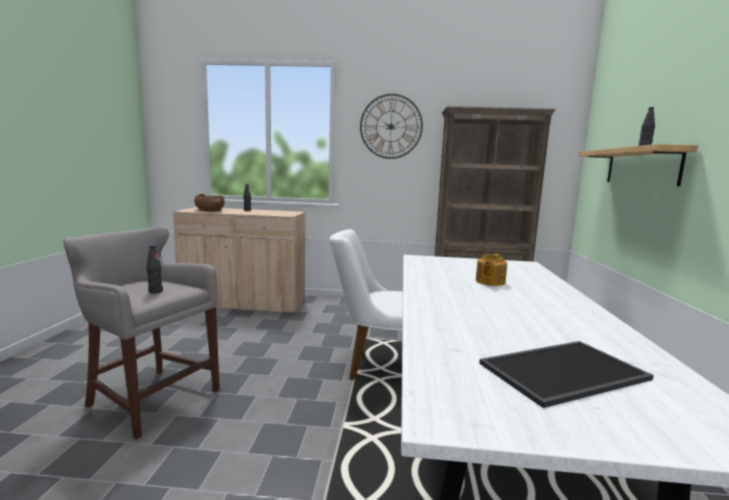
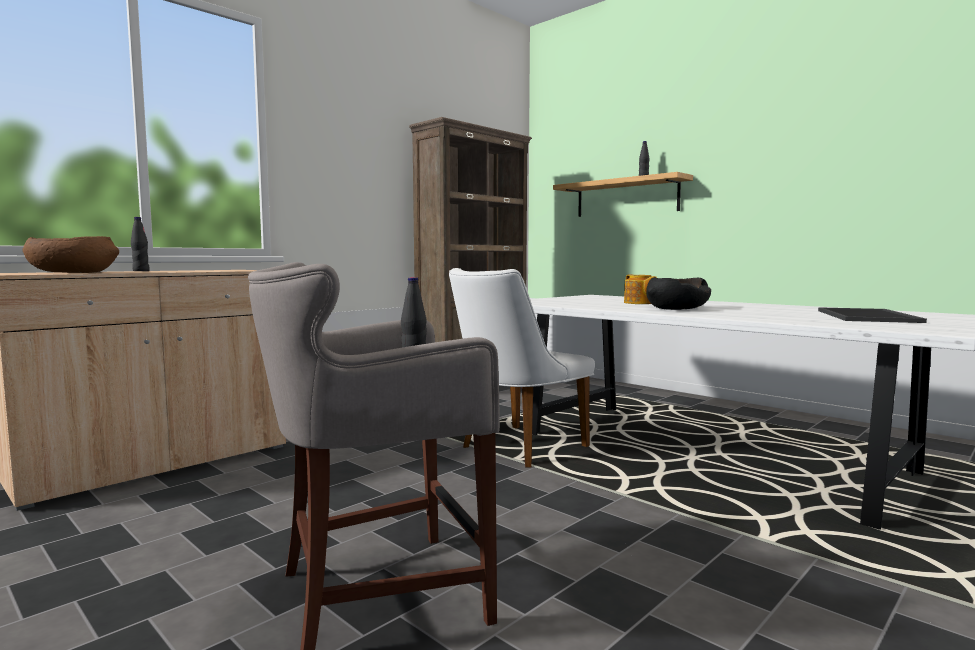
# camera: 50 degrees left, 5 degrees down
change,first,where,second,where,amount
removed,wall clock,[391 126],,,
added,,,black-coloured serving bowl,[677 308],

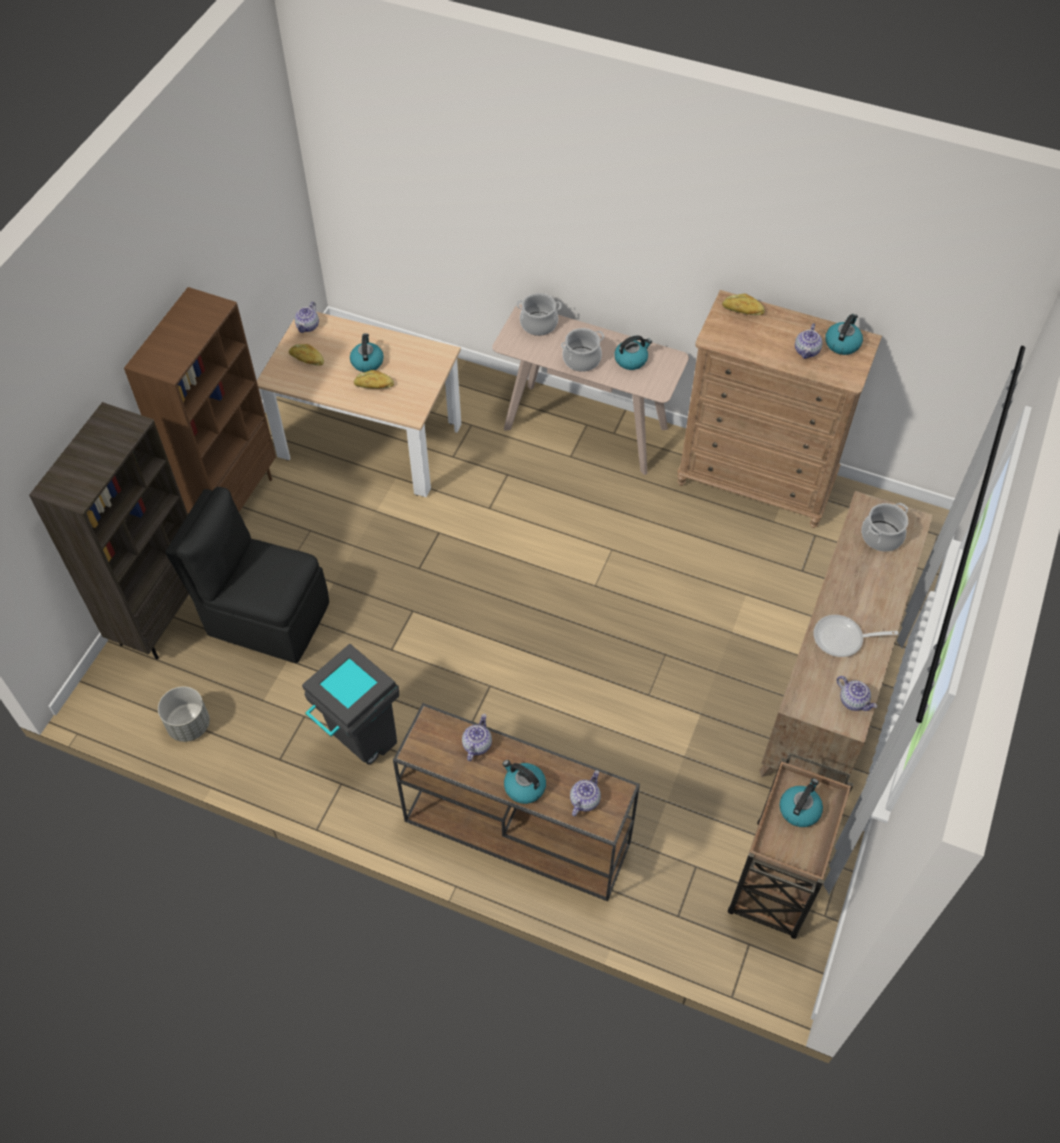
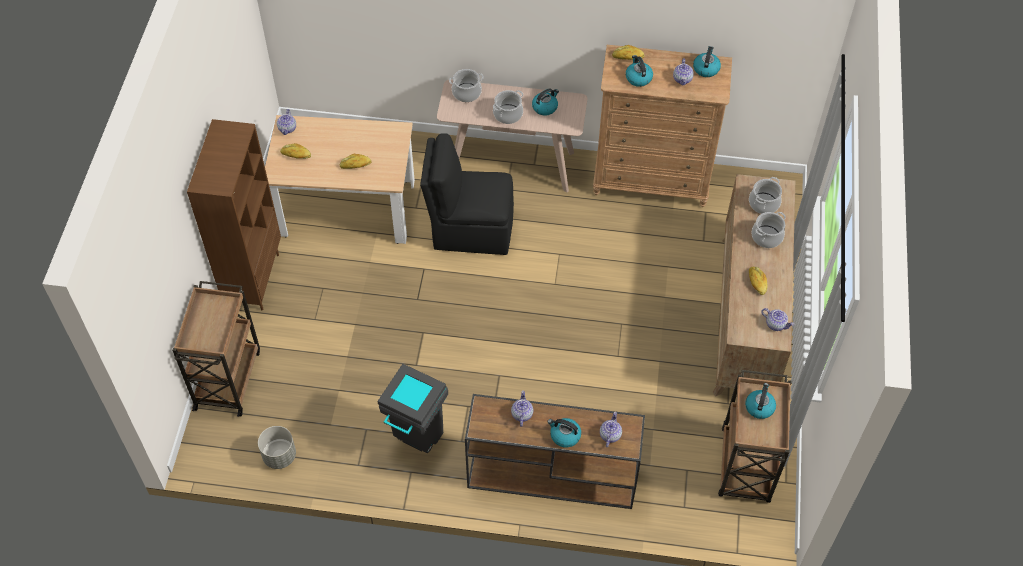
# camera: 15 degrees left, 0 degrees up
change,first,where,second,where,amount
added,,,cooking pot,[766 237],
moved,black-coloured upright chair,[265 617],,[470 229],
moved,water kettle,[367 362],,[638 78],
replaced,brownish bookcase,[161 615],brownish wheeled cart,[228 378],
replaced,pan,[842 639],bakery bread,[756 283],

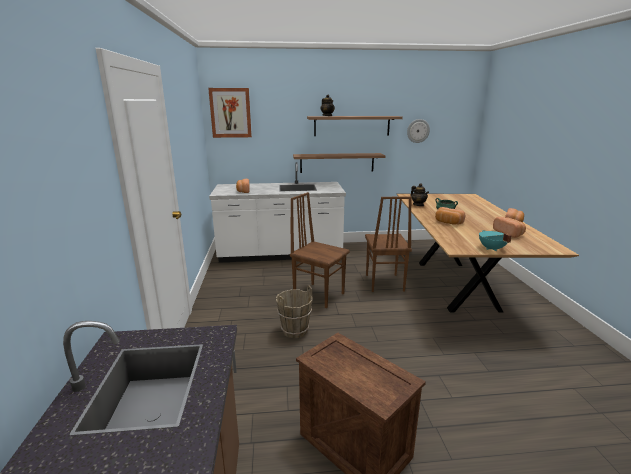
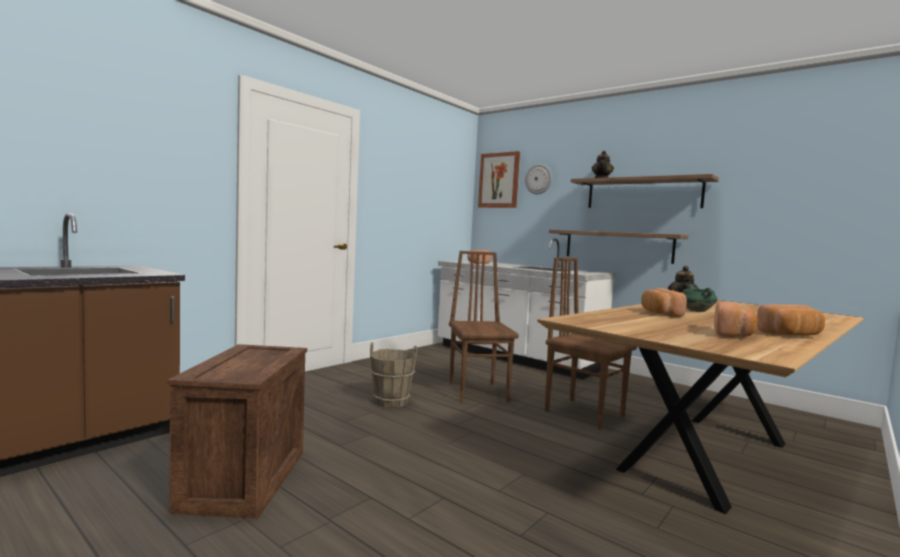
# camera: 45 degrees right, 15 degrees down
change,first,where,second,where,amount
removed,turquoise-coloured cooking pot,[491 249],,,
moved,wall clock,[418 131],,[538 179],
turned,brownish upright chair,[383 283],,[584 413],90 degrees clockwise

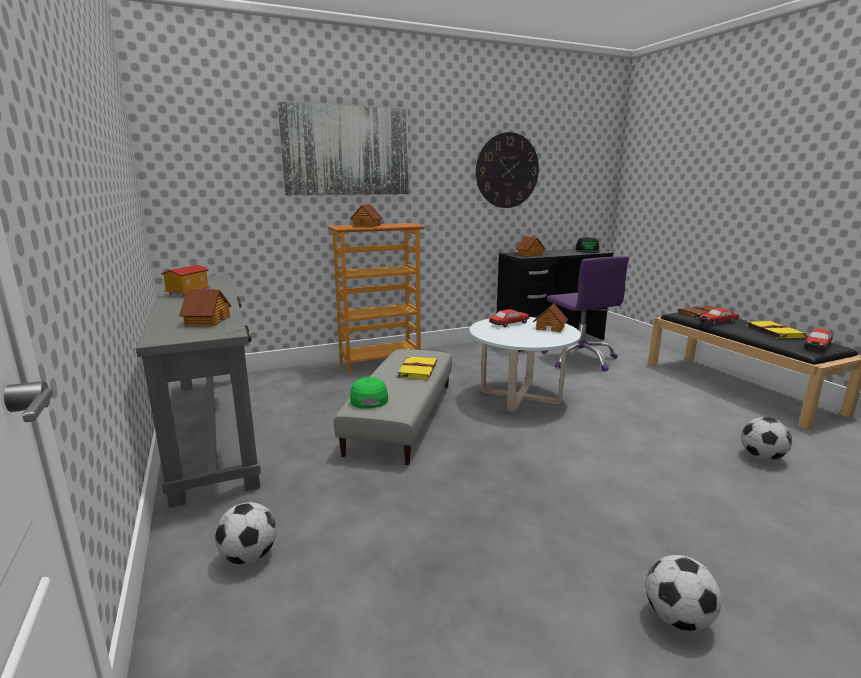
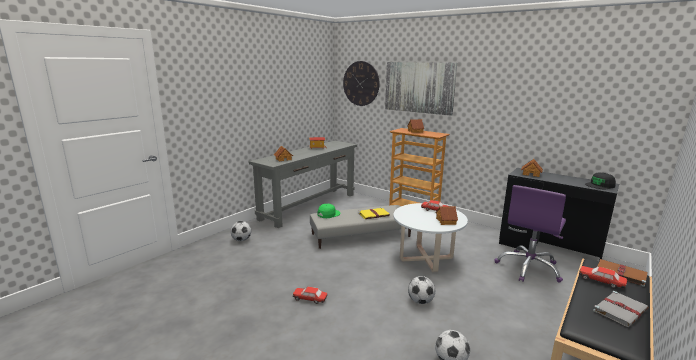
# camera: 60 degrees right, 0 degrees up
change,first,where,second,where,amount
moved,wall clock,[507 170],,[361 83],
moved,ball for football,[677 618],,[420 301],
moved,toy car,[817 345],,[310 299],
recoloured,yellow book,[773 331],grey book,[620 310],

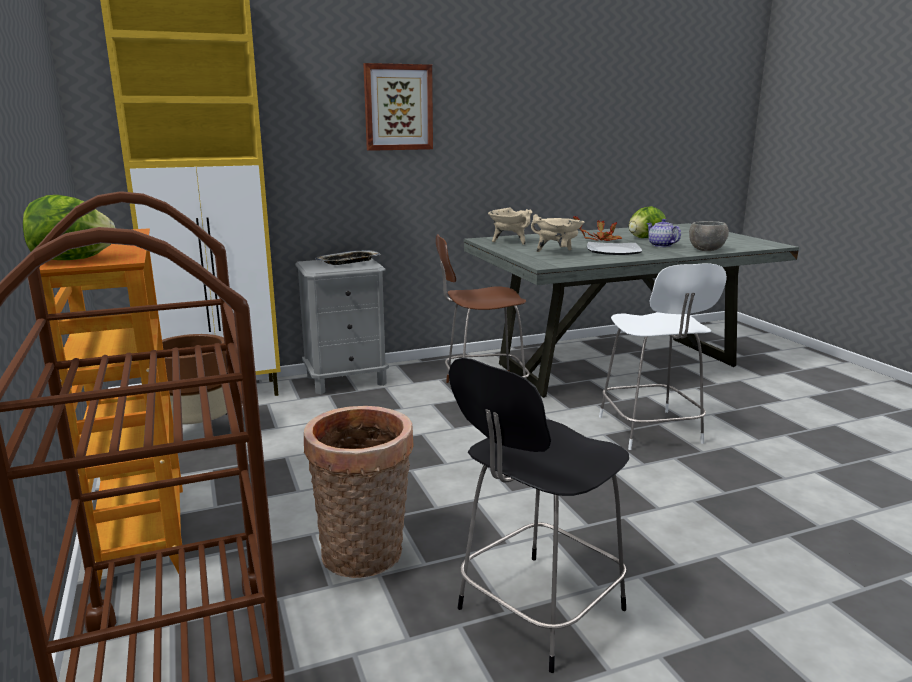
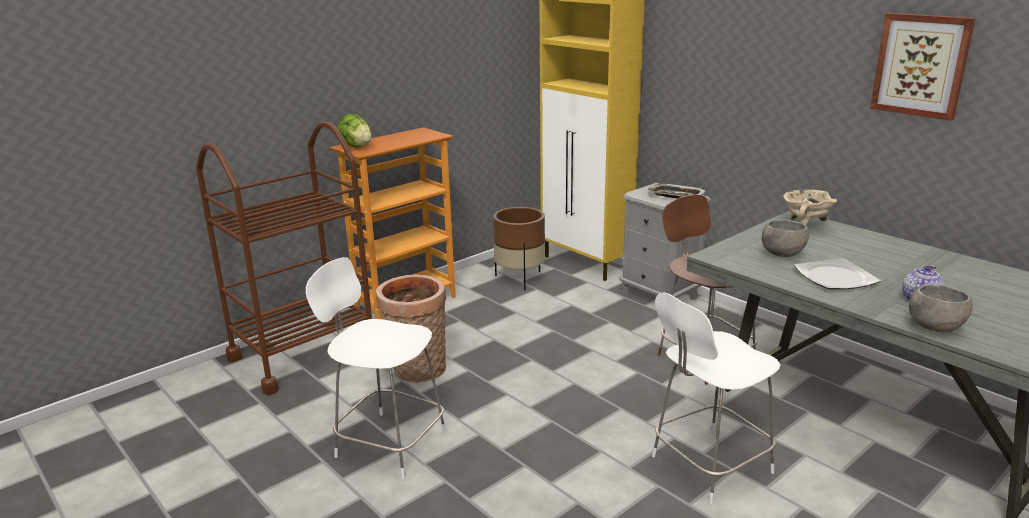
# camera: 70 degrees right, 5 degrees up
change,first,where,second,where,amount
removed,plant in a pot,[599 240],,,
removed,lettuce head,[644 238],,,
moved,wall picture,[398 107],,[921 65],
replaced,beige-coloured cooking pot,[557 252],grey serving bowl,[781 254],
recoloured,black-coloured upright chair,[537 612],white upright chair,[388 443],

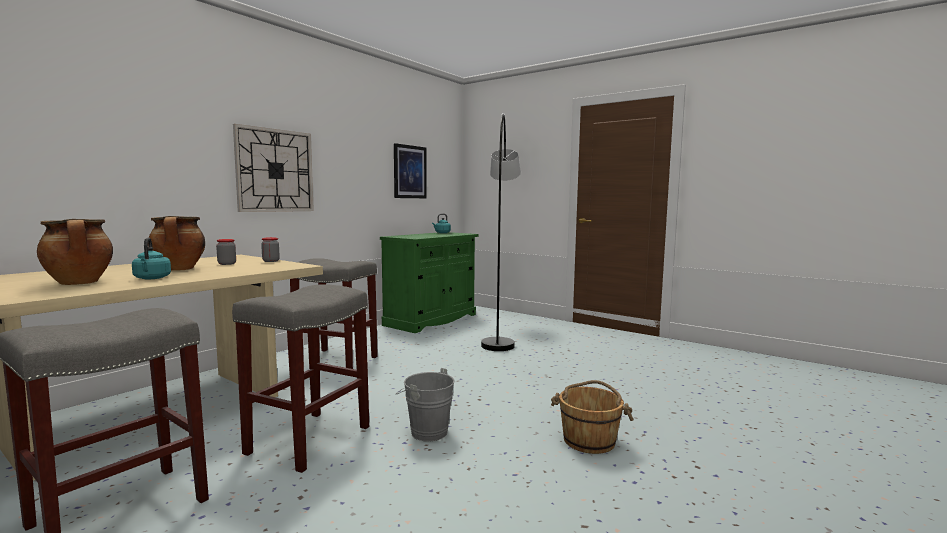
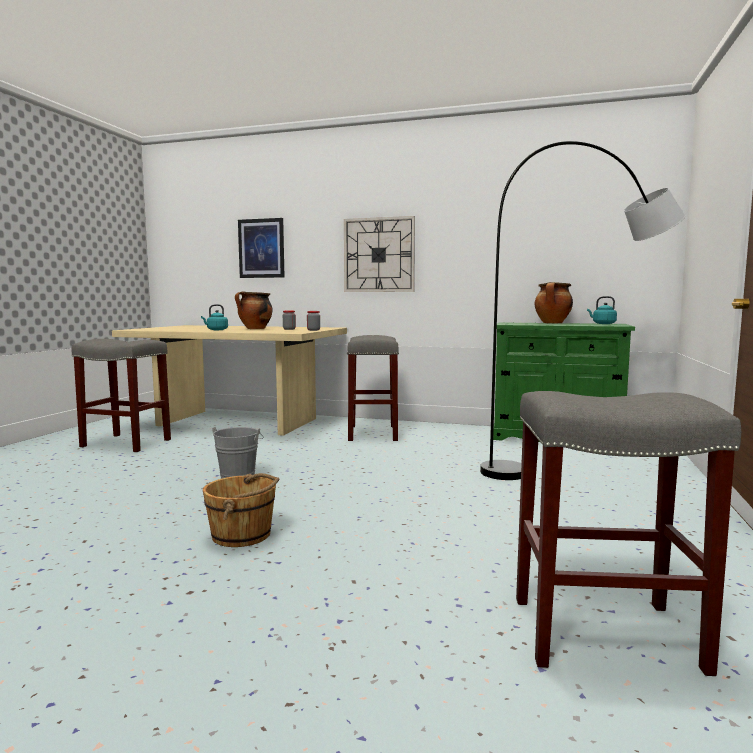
# camera: 70 degrees right, 0 degrees up
change,first,where,second,where,amount
moved,cooking pot,[80 283],,[552 323],
moved,grey stool,[309 440],,[602 634],
moved,wall picture,[409 172],,[261 248],

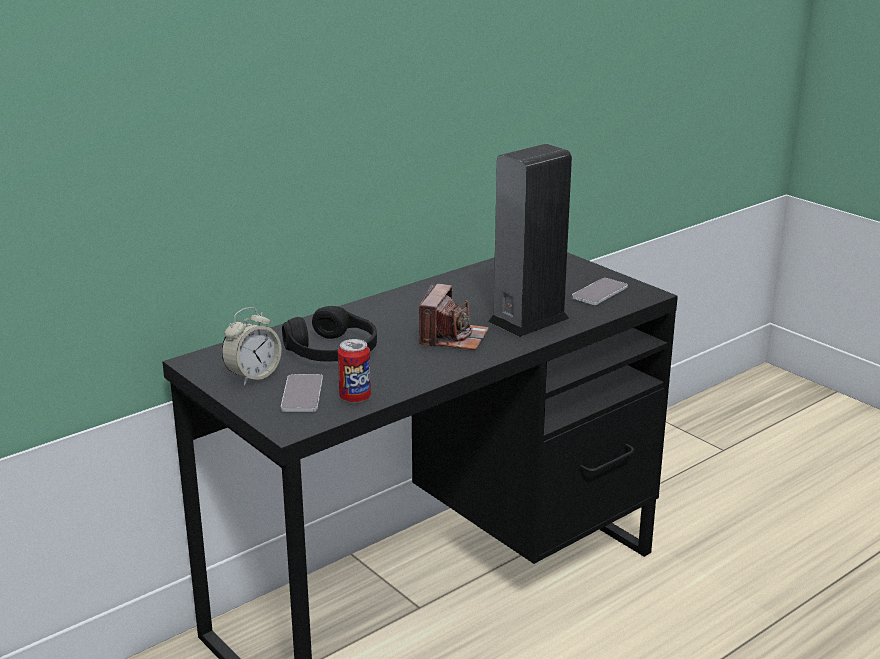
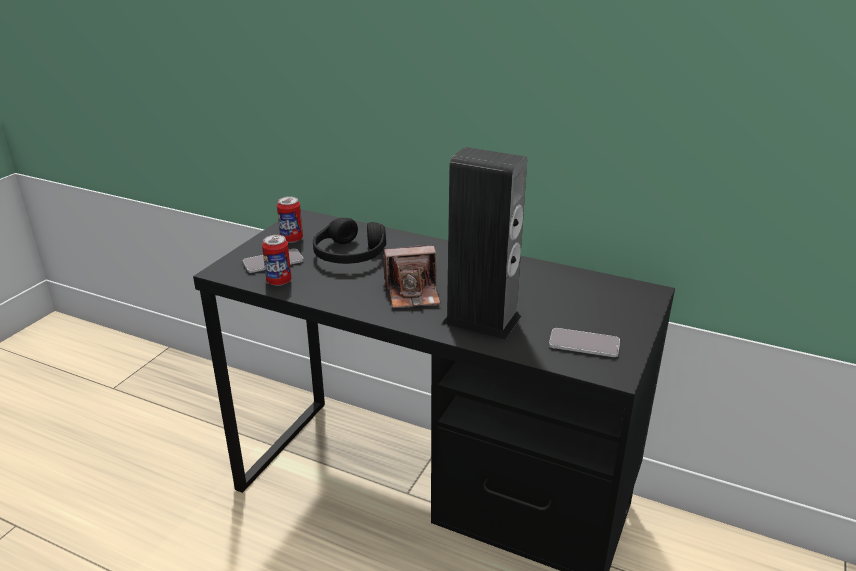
# camera: 65 degrees right, 5 degrees up
change,first,where,second,where,amount
replaced,table clock,[253 376],metal can,[291 239],

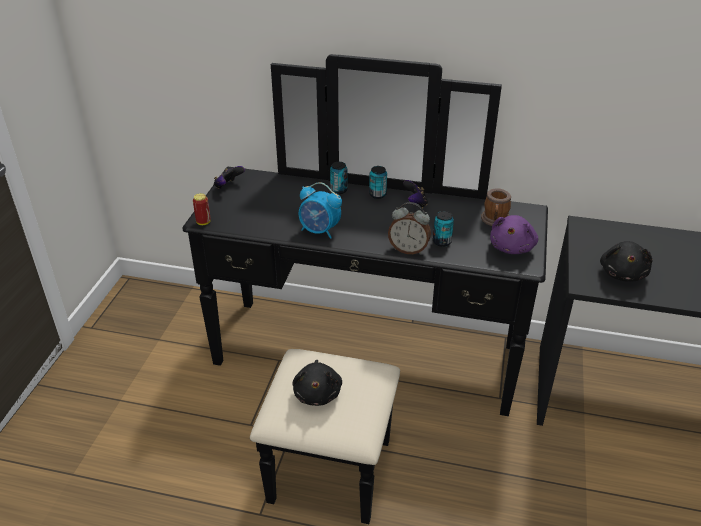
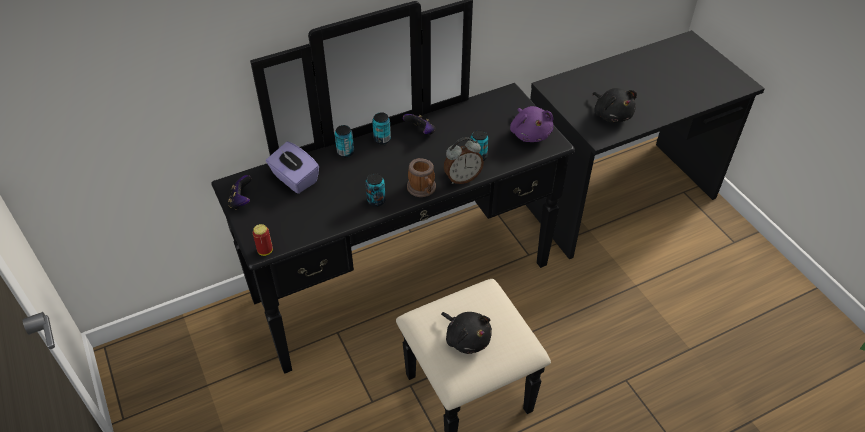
# camera: 40 degrees left, 10 degrees up
change,first,where,second,where,amount
added,,,purple-coloured tissue box,[294 179],
moved,tea mug,[495 221],,[423 189],
replaced,table clock,[320 231],metal can,[376 201],

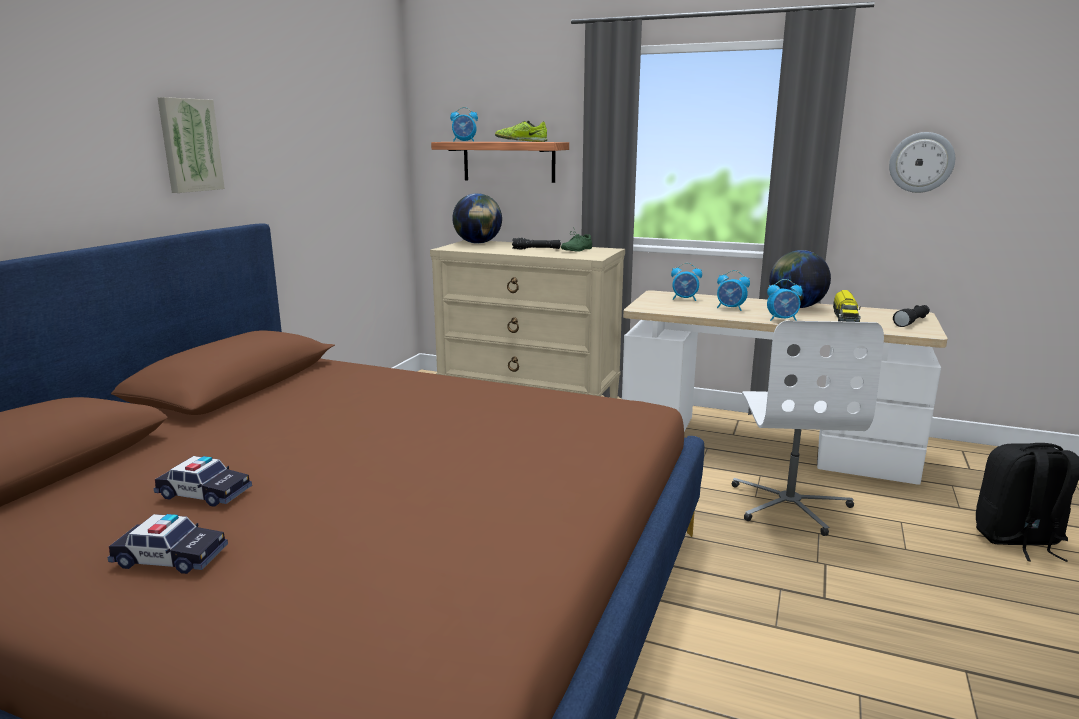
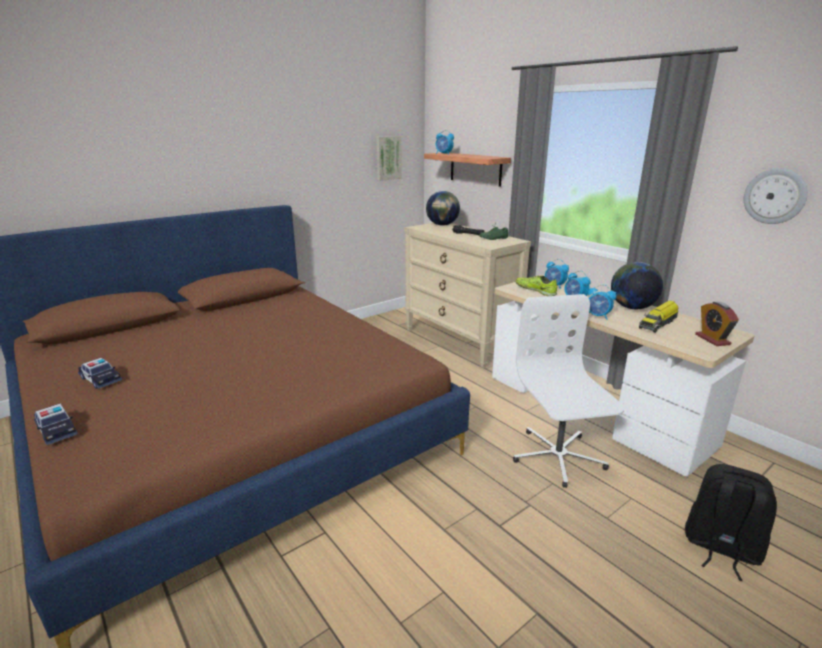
# camera: 30 degrees right, 5 degrees up
change,first,where,second,where,amount
moved,toy car,[204 493],,[56 430],
moved,wall picture,[189 145],,[388 158],
moved,item of footwear,[521 141],,[535 290],
replaced,black-coloured torch,[912 322],table clock,[712 339],
turned,white office chair,[790 504],,[557 457],135 degrees clockwise

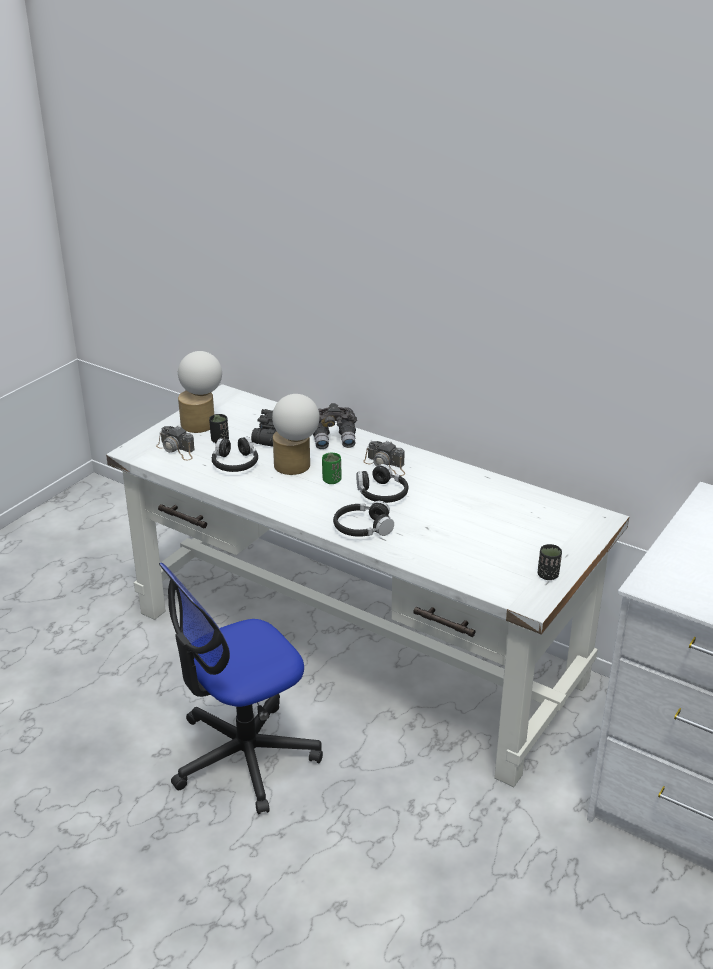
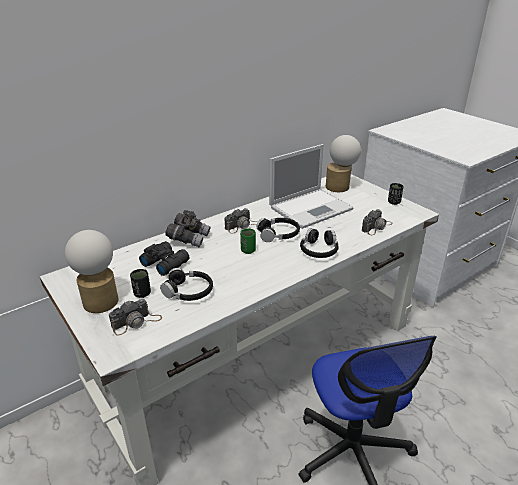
# camera: 70 degrees left, 0 degrees up
change,first,where,second,where,amount
added,,,notebook computer,[311 208],
added,,,still camera,[377 227],
moved,tabletop lamp,[295 468],,[340 186],

